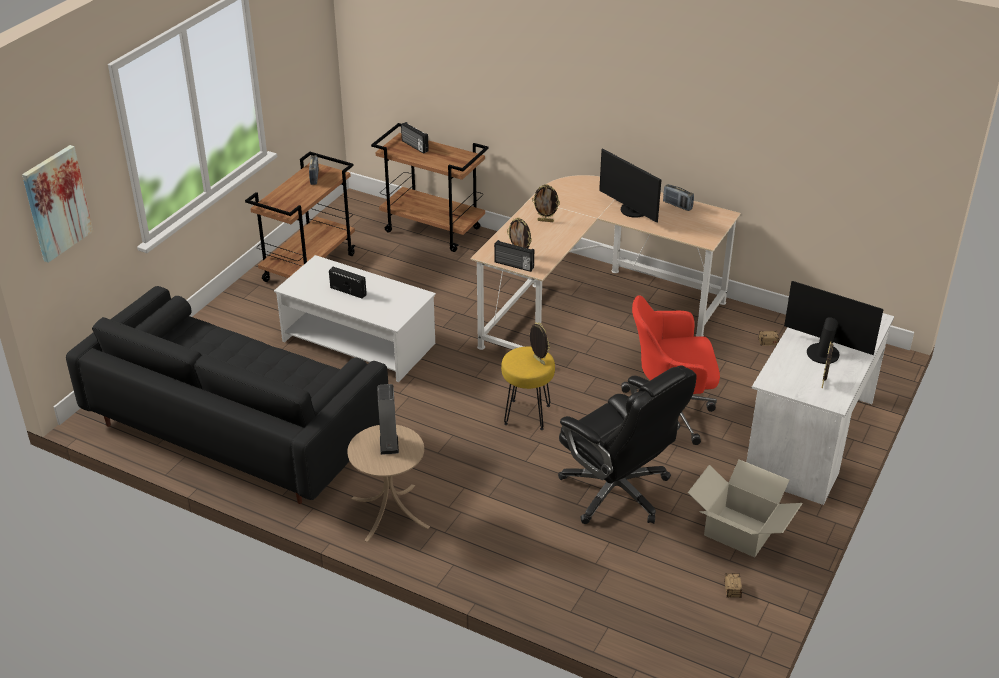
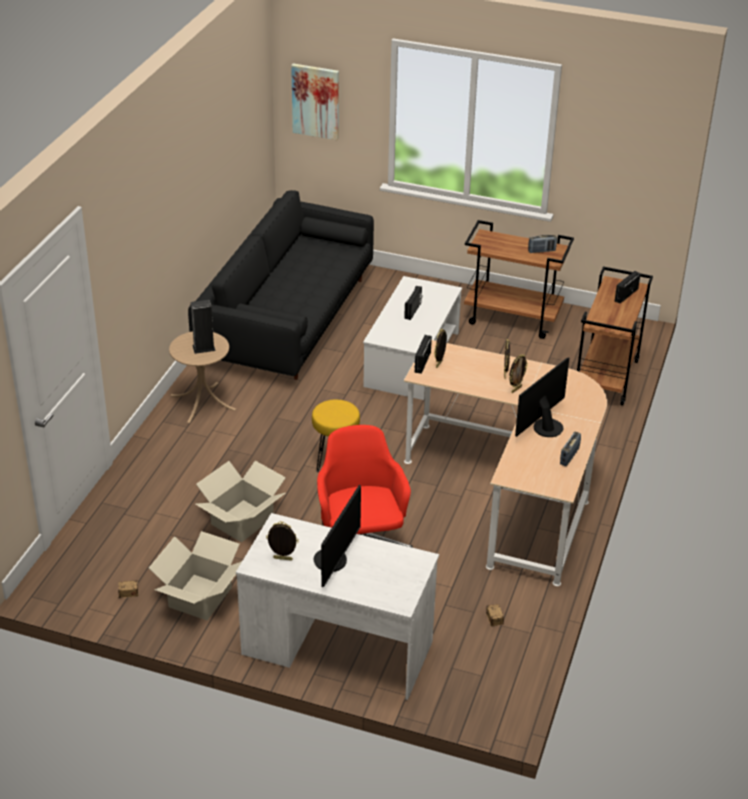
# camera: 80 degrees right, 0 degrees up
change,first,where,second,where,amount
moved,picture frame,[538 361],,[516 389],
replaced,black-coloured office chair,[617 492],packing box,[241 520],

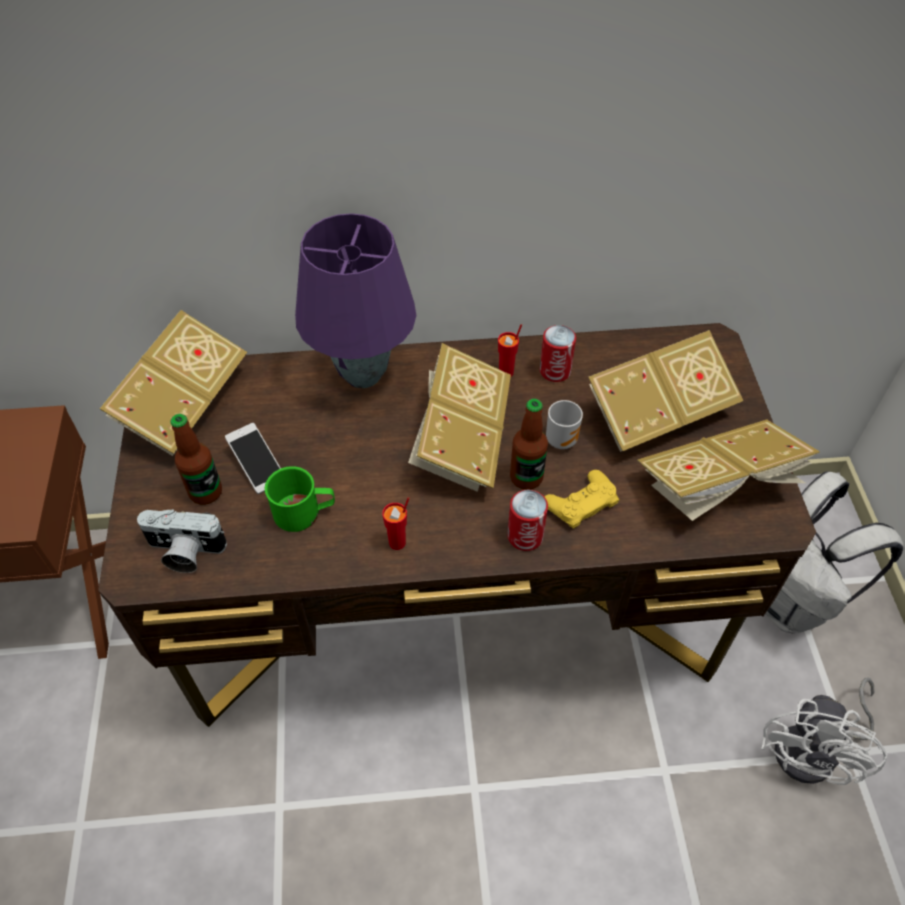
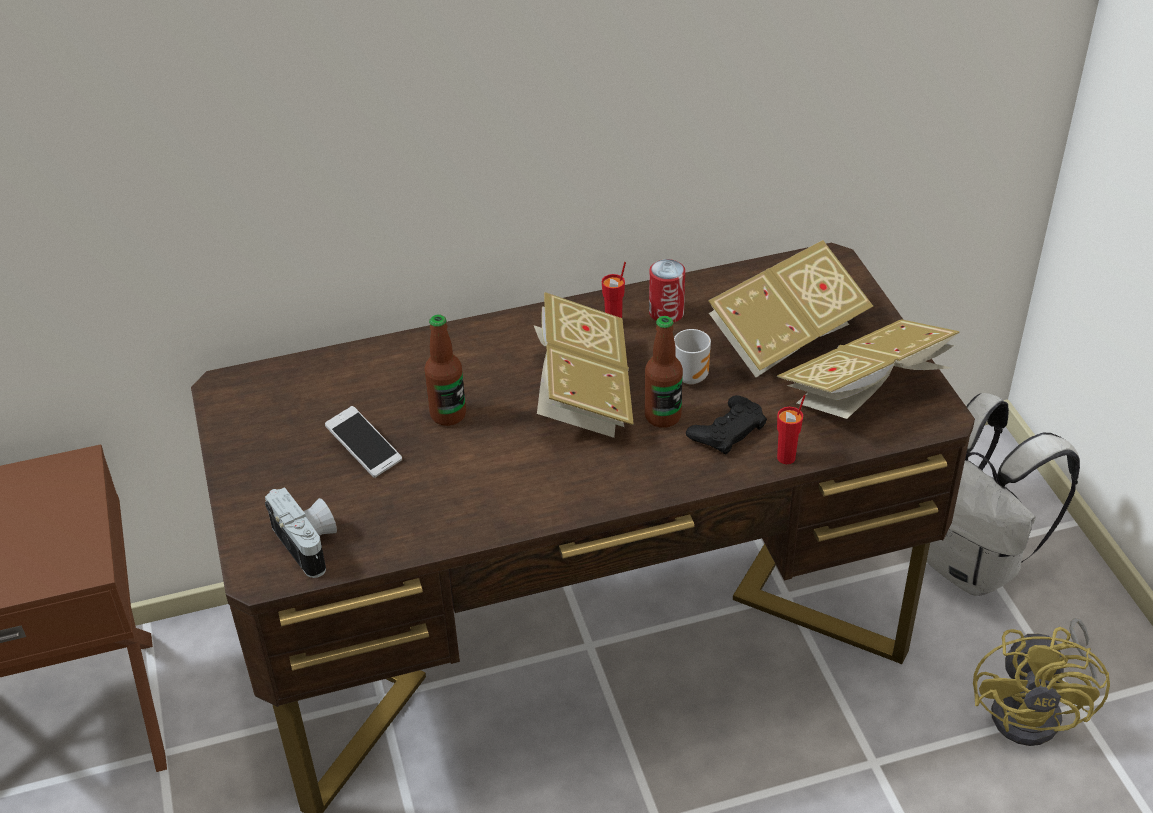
# camera: 10 degrees left, 10 degrees down
change,first,where,second,where,amount
removed,book,[183 406],,,
removed,green-coloured tea mug,[304 512],,,
removed,purple-coloured tabletop lamp,[361 374],,,
removed,metal can,[525 536],,,
moved,bottle,[206 492],,[448 415],
moved,red cup,[398 542],,[787 457],
recoloured,yellow game controller,[581 503],black-coloured game controller,[727 430],
recoloured,white electric fan,[815 751],yellow electric fan,[1037 712],
turned,still camera,[184 552],,[310 543],120 degrees counterclockwise

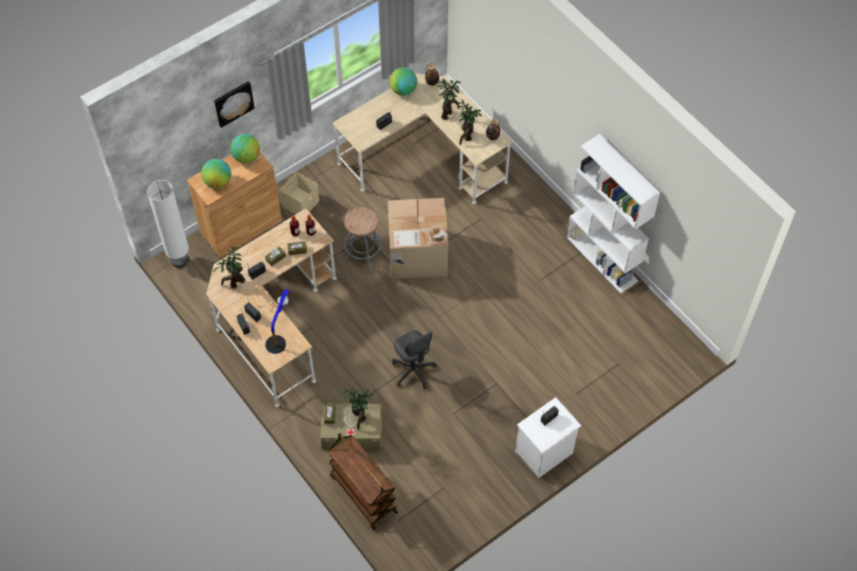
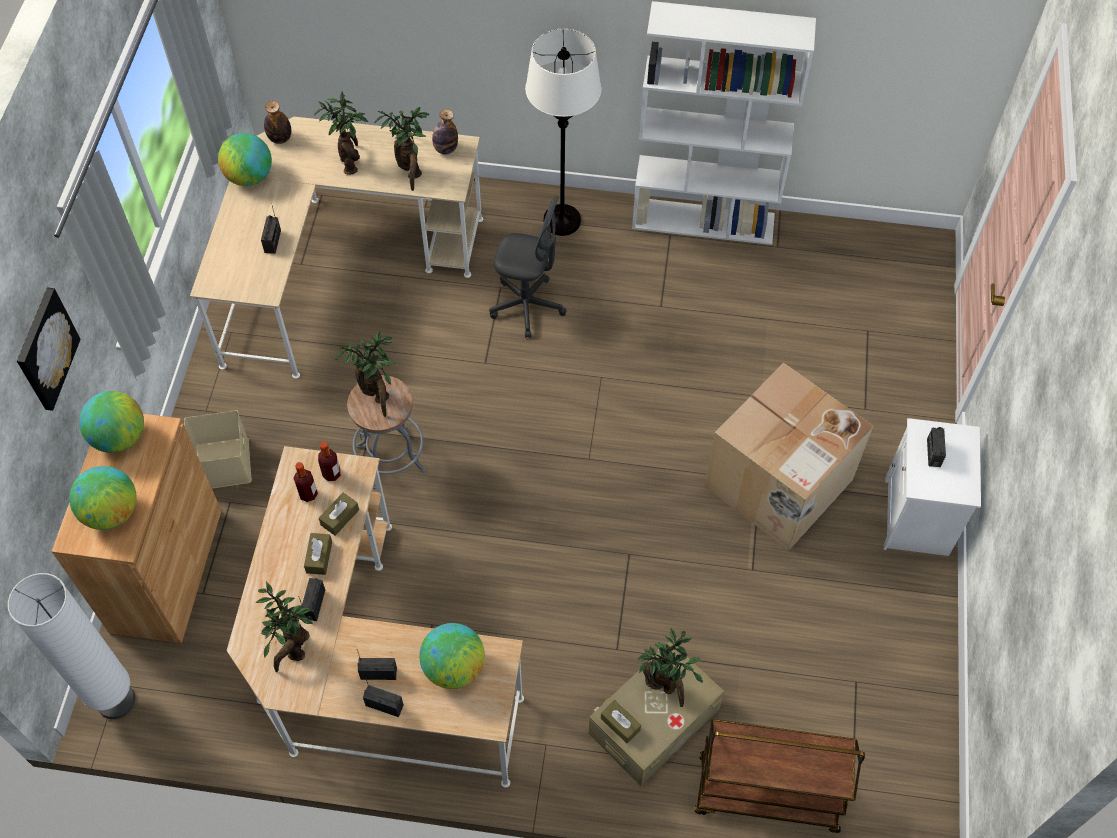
# camera: 45 degrees left, 0 degrees up
change,first,where,second,where,amount
added,,,plant in a pot,[377 397],
added,,,white standing lamp,[562 220],
moved,packing box,[417 254],,[778 485],
moved,grey office chair,[413 371],,[527 306],
replaced,tabletop lamp,[279 335],globe,[454 667],

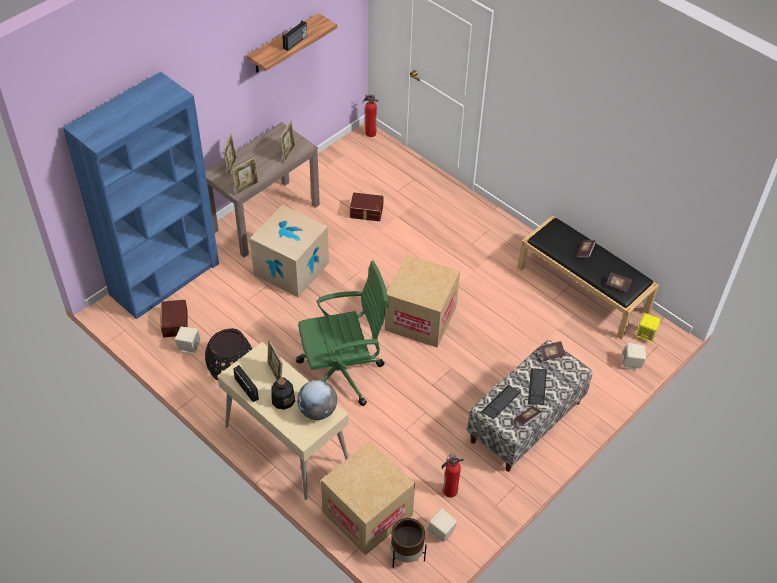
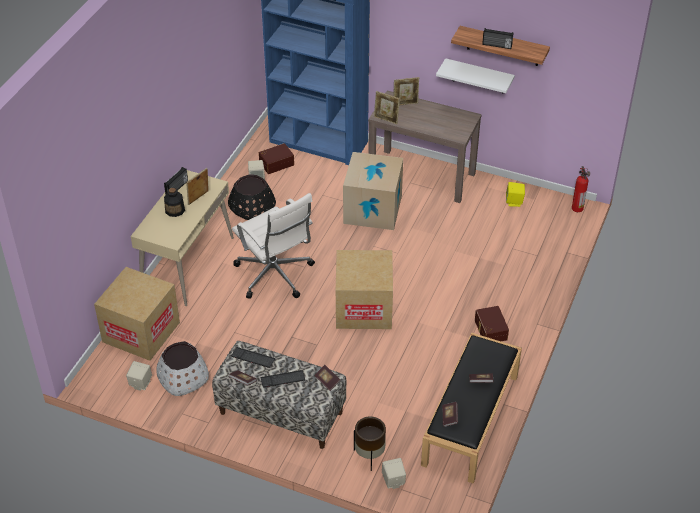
# camera: 70 degrees right, 5 degrees down
change,first,where,second,where,amount
removed,picture frame,[288 153],,,
removed,globe,[318 411],,,
added,,,white shelf,[478 76],
moved,brownish storage bin,[366 212],,[490 330],
moved,brownish flower pot,[406 555],,[370 456],
moved,yellow loudspeaker,[646 335],,[514 202],
replaced,extinguisher,[449 491],white flower pot,[183 378],
recoloured,green-coloured office chair,[343 373],white office chair,[275 276],

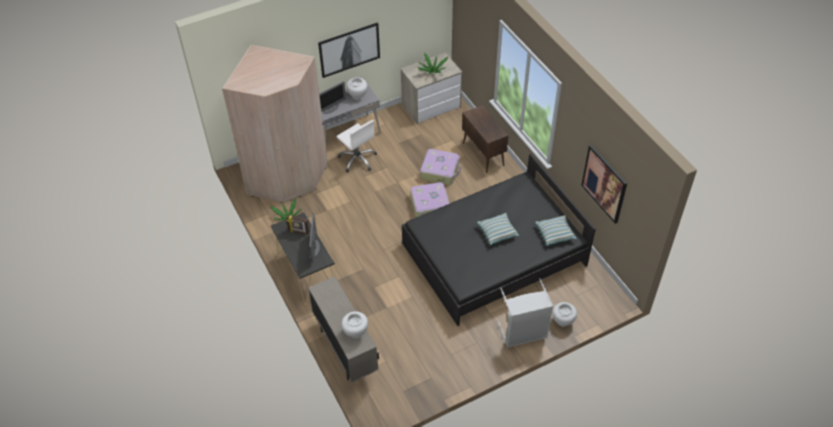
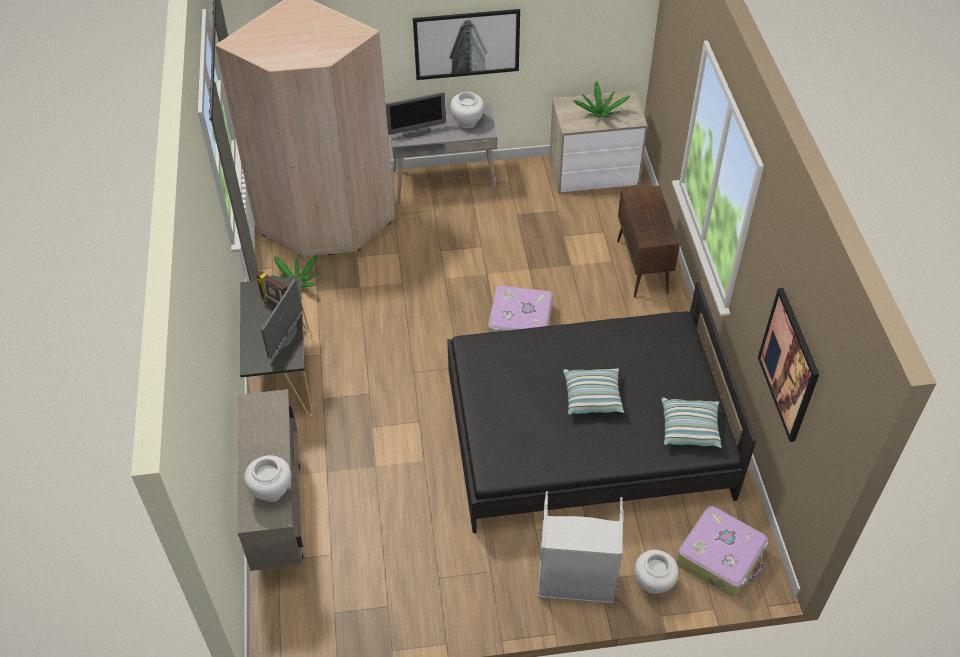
# camera: 20 degrees right, 0 degrees up
change,first,where,second,where,amount
removed,white office chair,[358 159],,,
moved,travel case,[440 170],,[721 557],

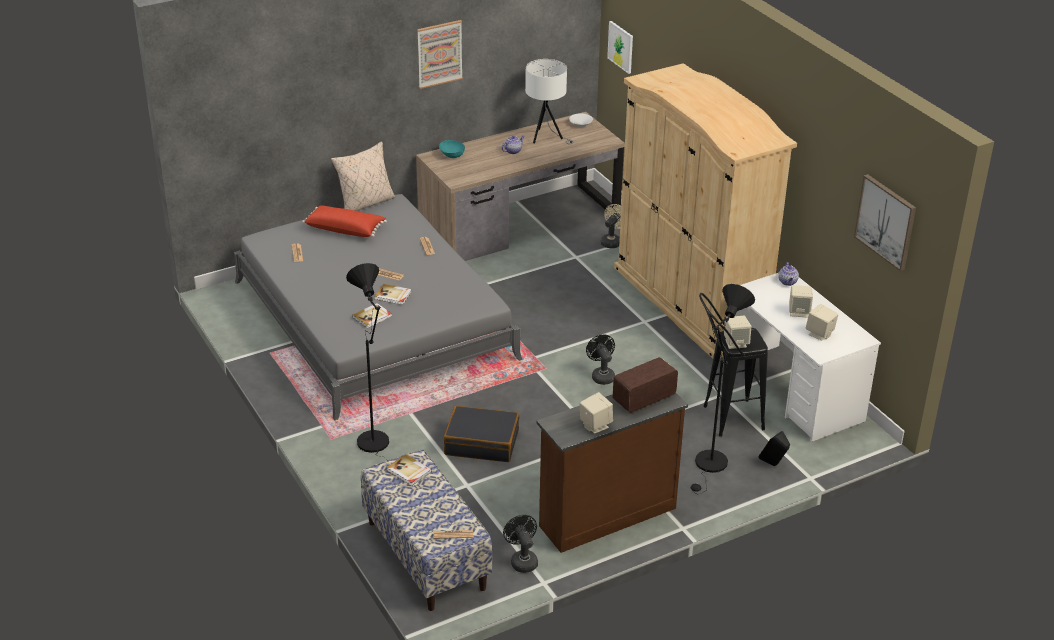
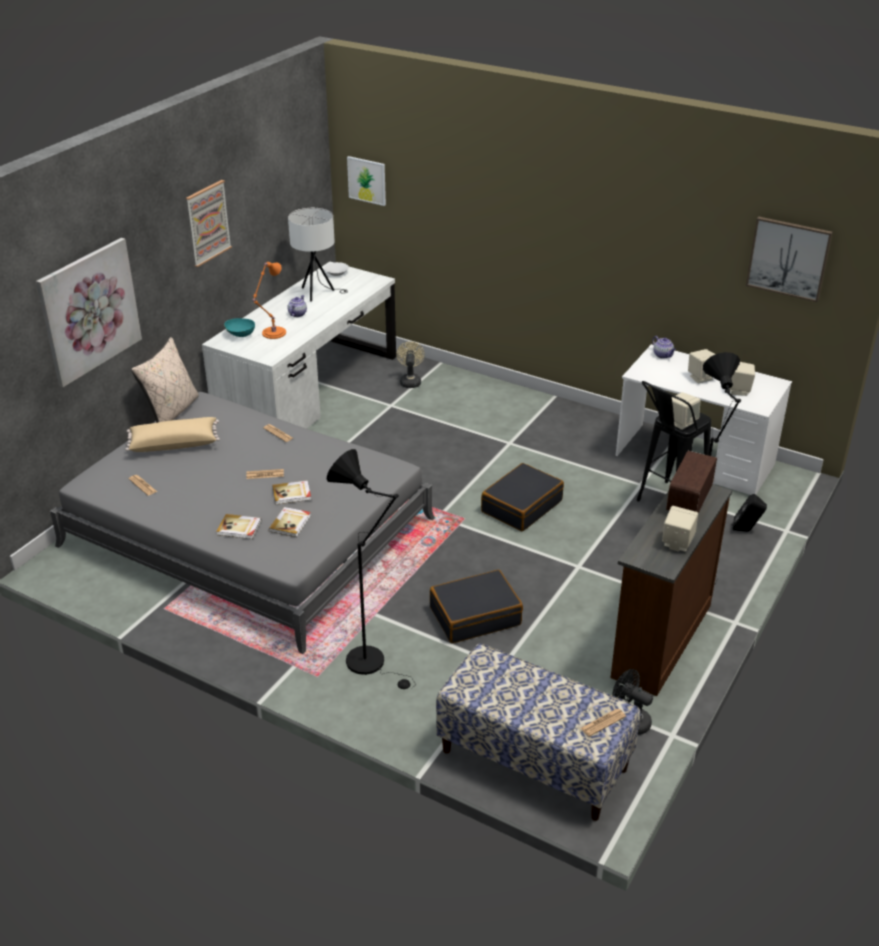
# camera: 30 degrees left, 0 degrees up
change,first,where,second,where,amount
removed,beige-coloured wardrobe,[690 302],,,
added,,,wall picture,[89 311],
added,,,orange tabletop lamp,[272 334],
moved,book,[408 471],,[239 528],
replaced,black-coloured electric fan,[601 375],black-coloured travel case,[521 506],
recoloured,red cushion,[345 229],beige-coloured cushion,[174 443],
recoloured,brownish desk table,[520 223],white desk table,[309 391],

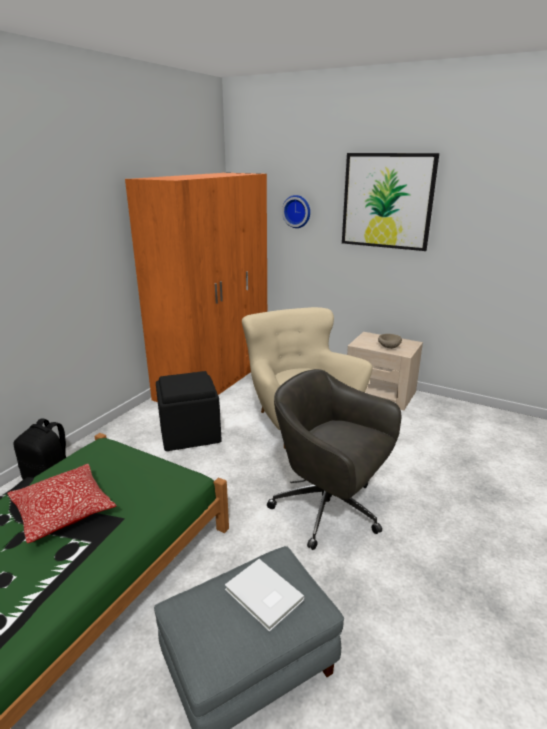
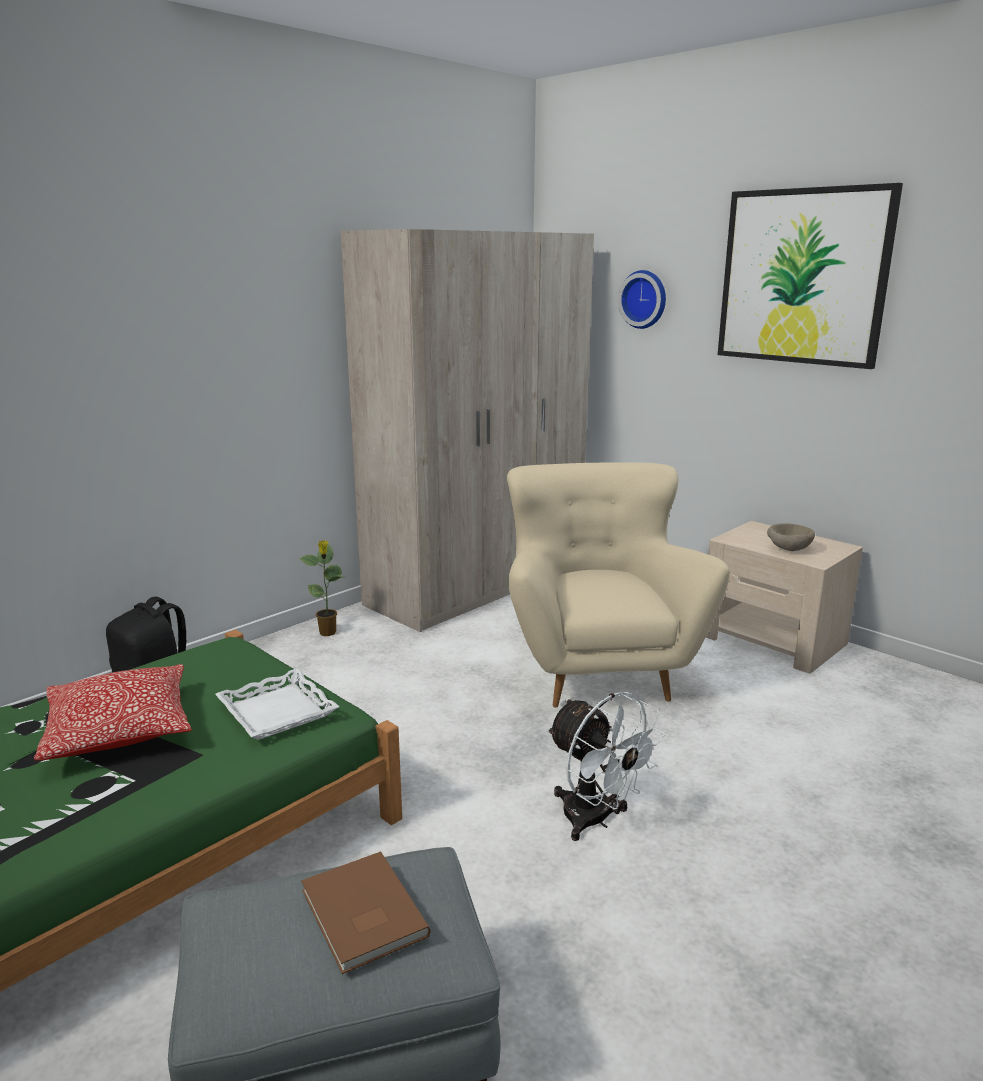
# camera: 15 degrees right, 5 degrees down
change,first,where,second,where,amount
removed,black-coloured pouffe,[190 432],,,
added,,,white tray,[276 711],
added,,,plant in a pot,[328 633],
replaced,grey office chair,[329 510],white electric fan,[595 820],
recoloured,orange wardrobe,[215 379],beige-coloured wardrobe,[478 584],
recoloured,white book,[263 596],brownish book,[361 915],

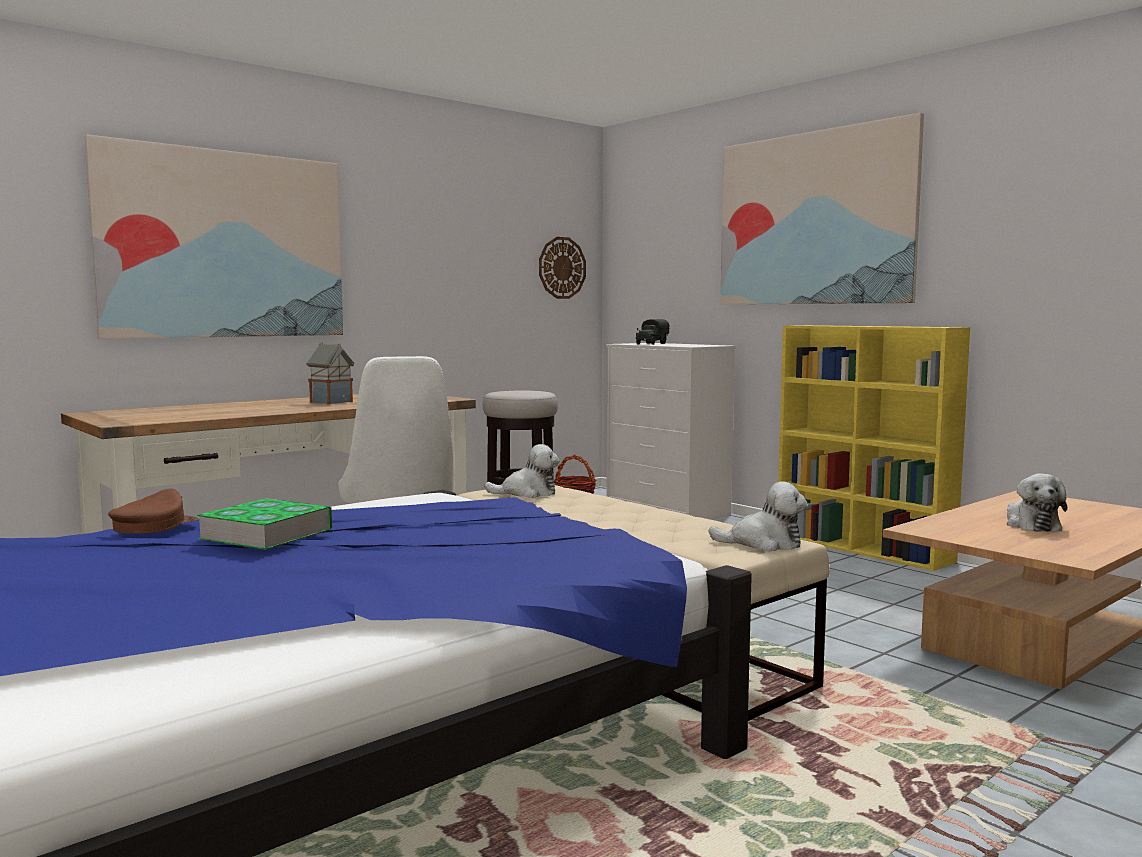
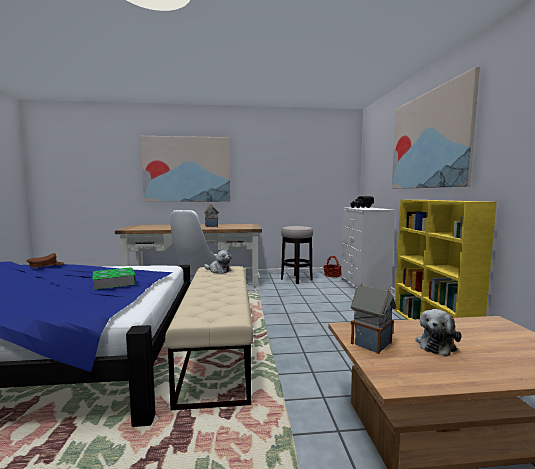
# camera: 35 degrees right, 0 degrees up
change,first,where,second,where,amount
removed,wall clock,[562 268],,,
removed,soft toy,[763 543],,,
added,,,toy house,[372 343],
moved,book,[266 534],,[114 282],

